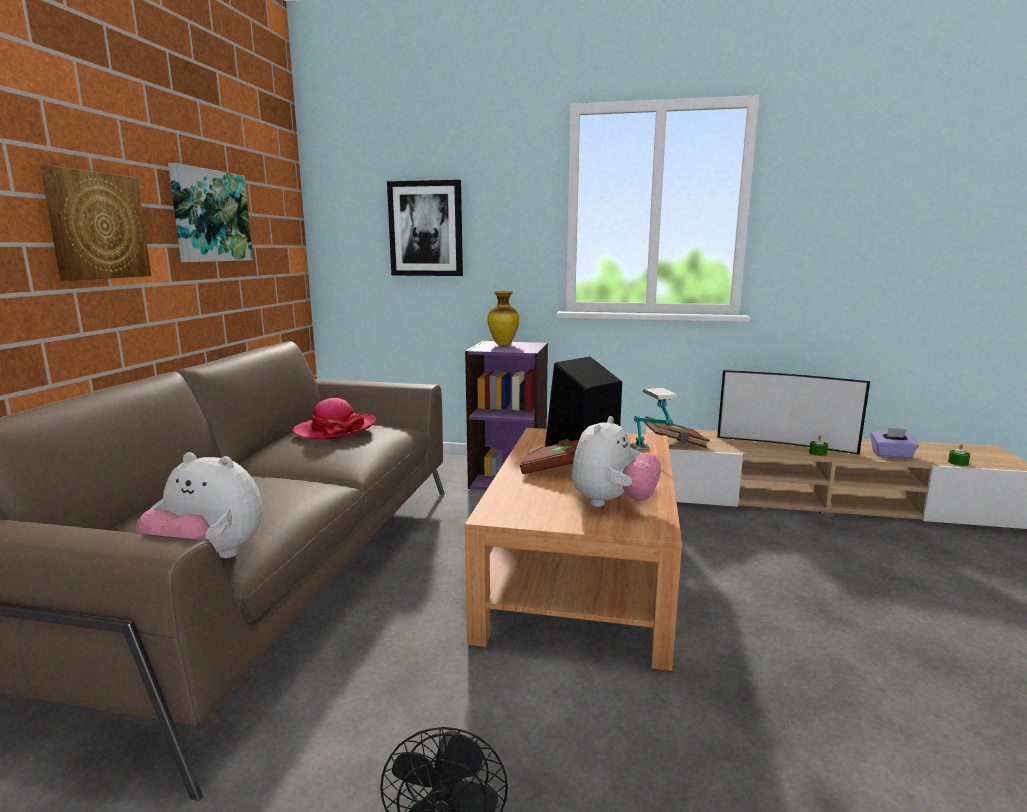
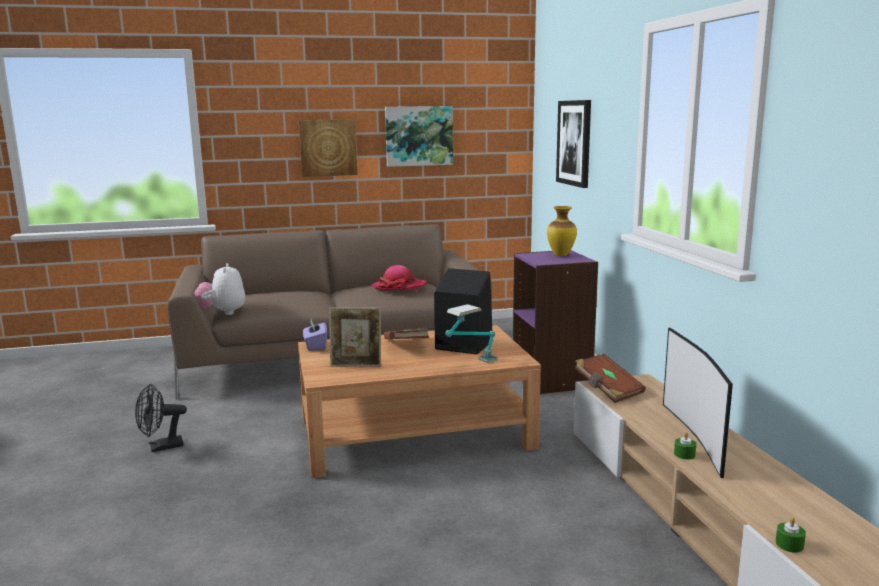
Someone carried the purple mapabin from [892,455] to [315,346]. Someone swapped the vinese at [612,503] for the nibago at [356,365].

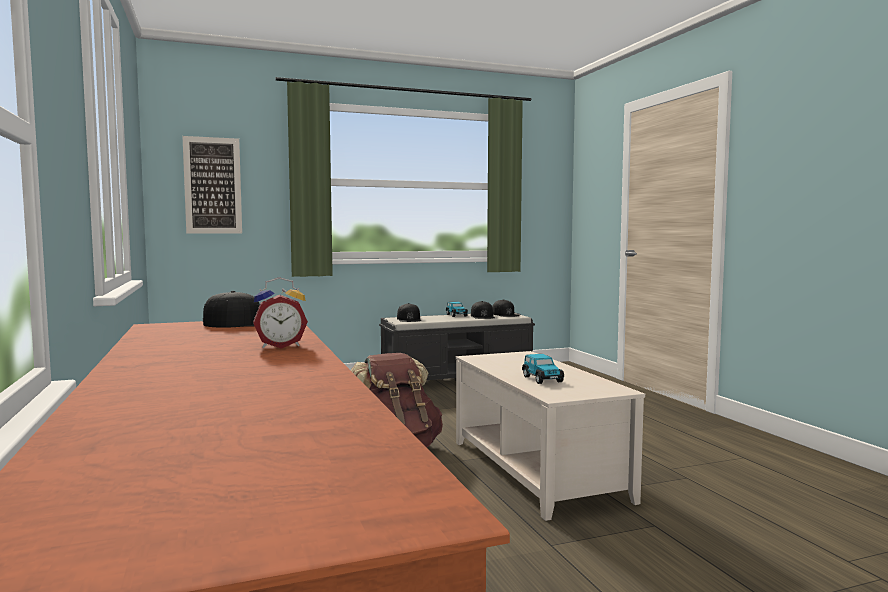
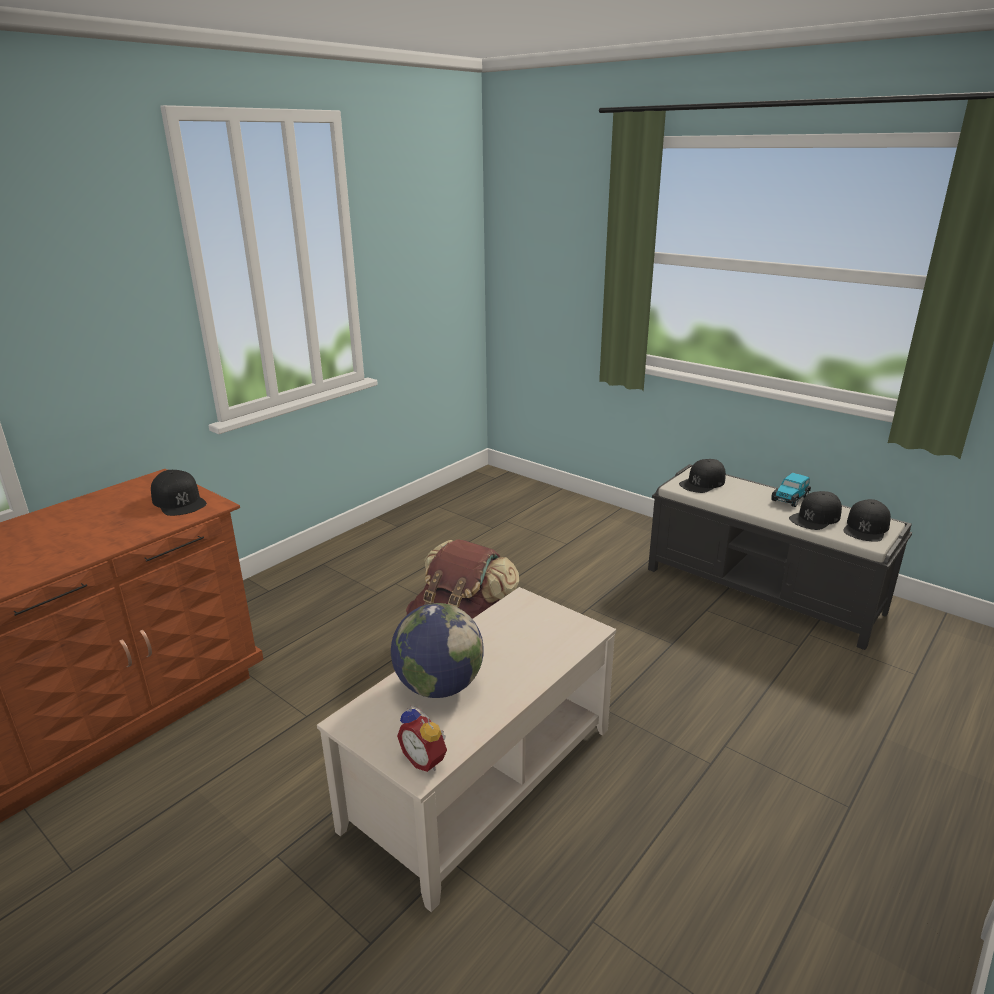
Someone swapped the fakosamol at [542,379] for the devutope at [439,686]. Someone carried the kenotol from [280,346] to [426,760]. Someone took away the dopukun at [213,185].

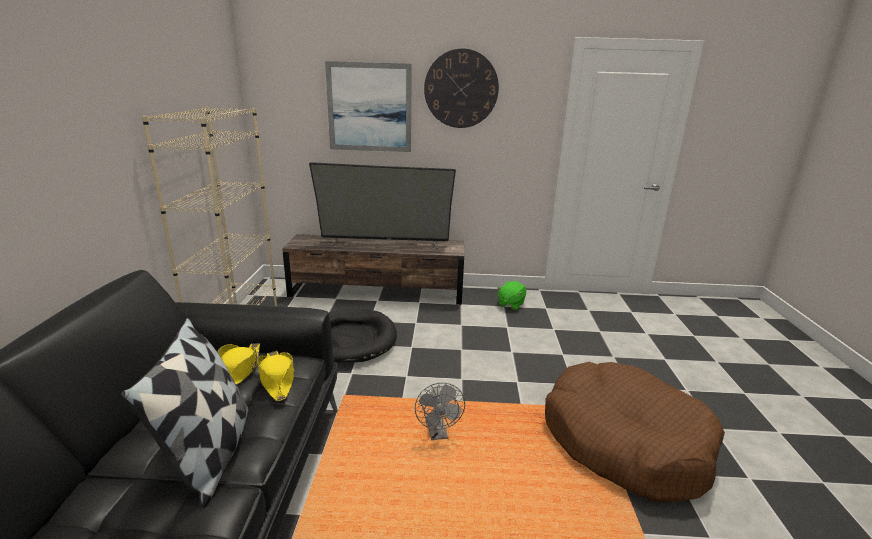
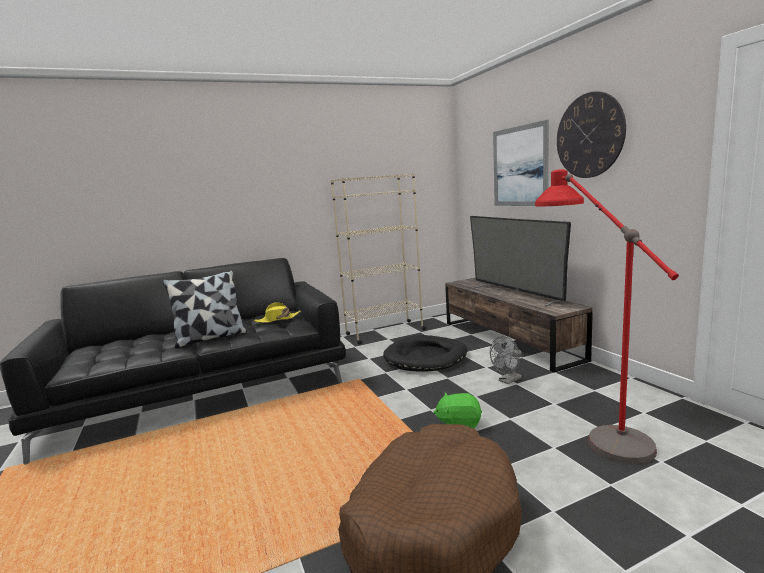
Someone carried the green vinese from [510,304] to [459,424]. Someone carried the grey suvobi from [438,434] to [508,381]. Someone put down the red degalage at [592,423]. Someone took away the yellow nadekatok at [277,380].

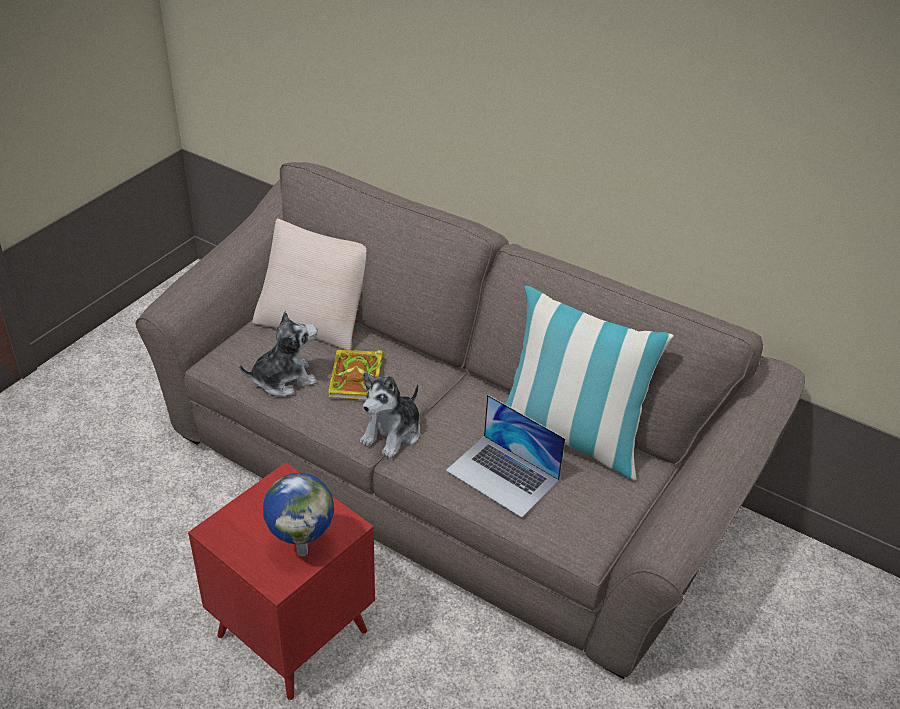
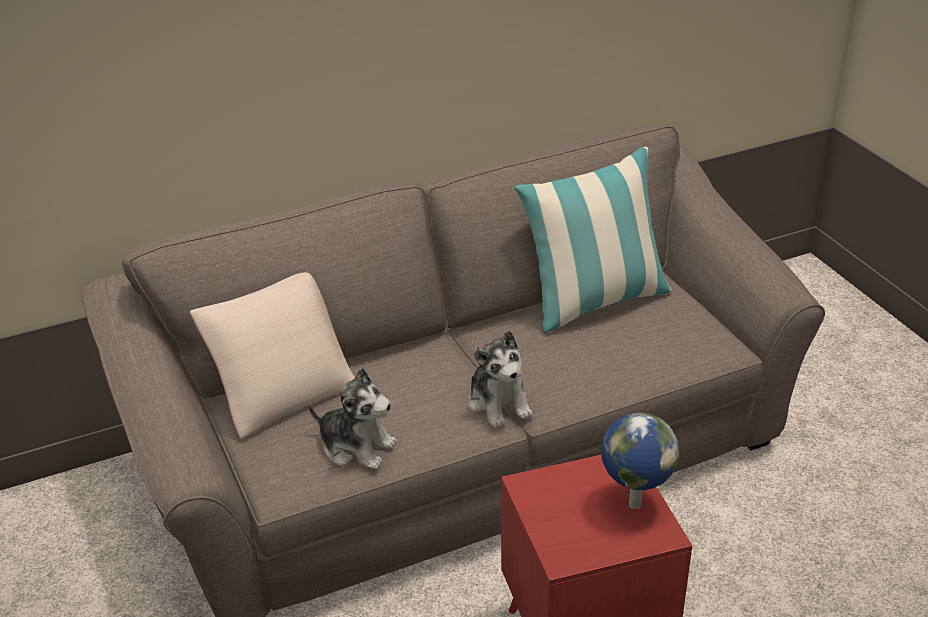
Someone rotated the vinese at [284,379] by 105 degrees clockwise. Someone took away the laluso at [357,379]. Someone took away the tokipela at [503,475].

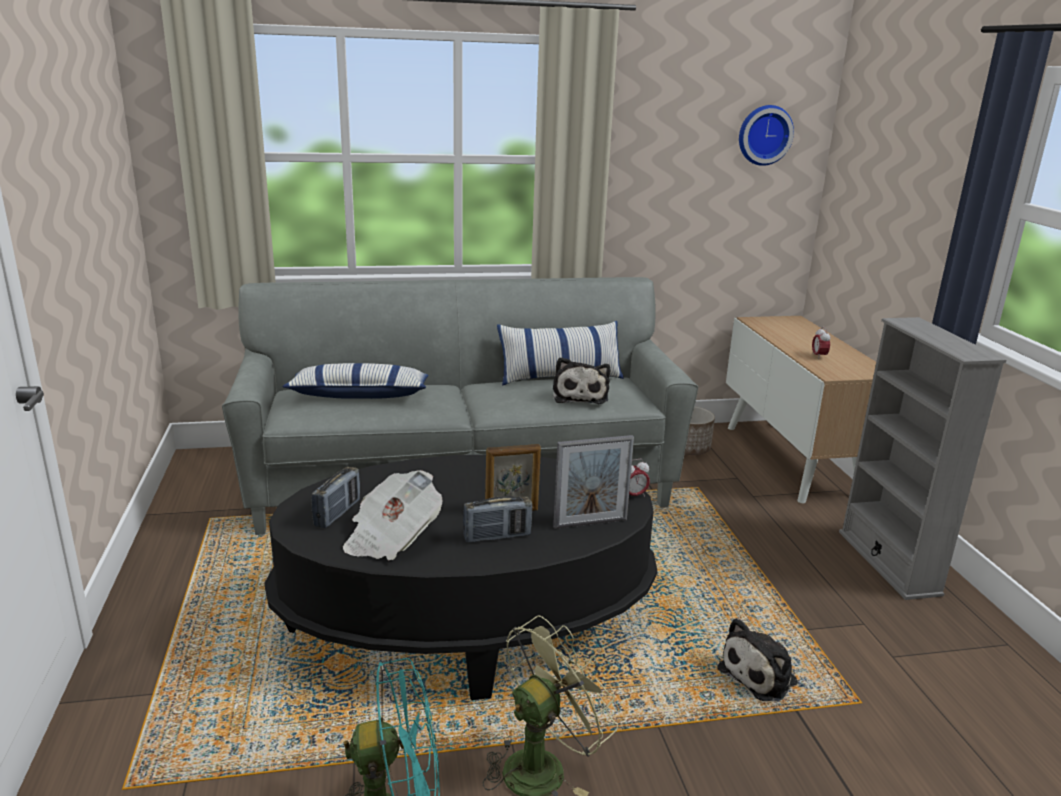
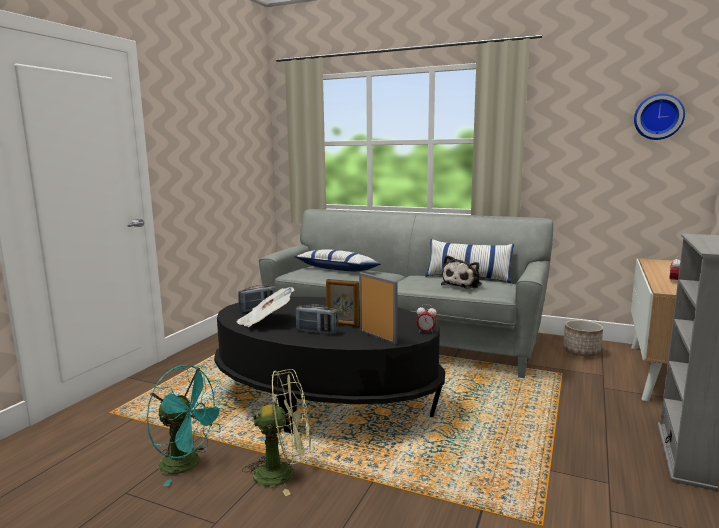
Someone rotated the nibago at [590,523] by 150 degrees counterclockwise. Someone took away the vinese at [761,675].

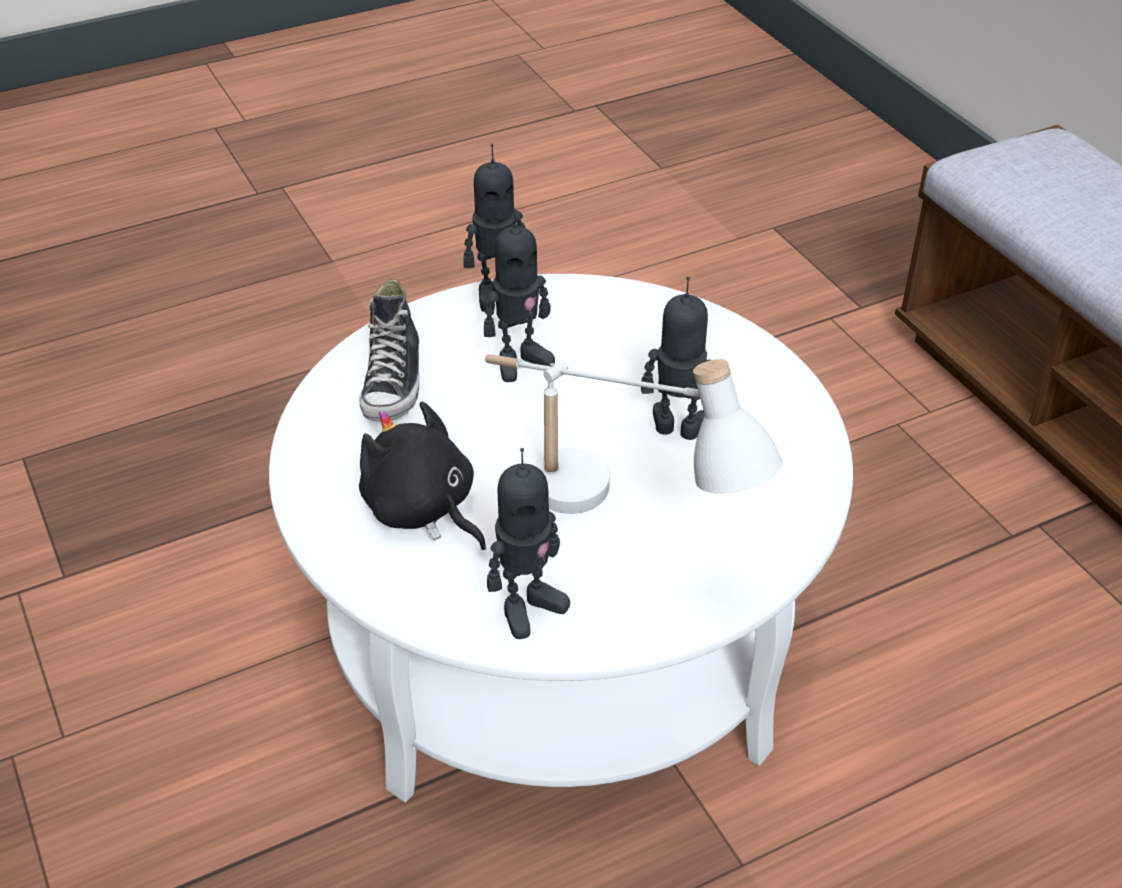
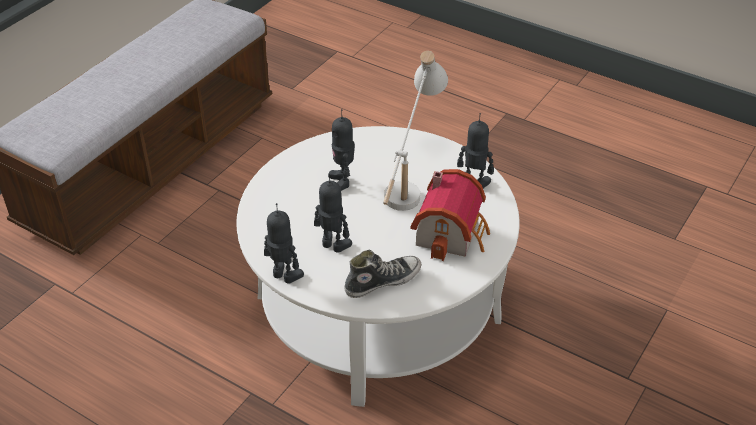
Someone swapped the black vinese at [422,510] for the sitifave at [452,233].

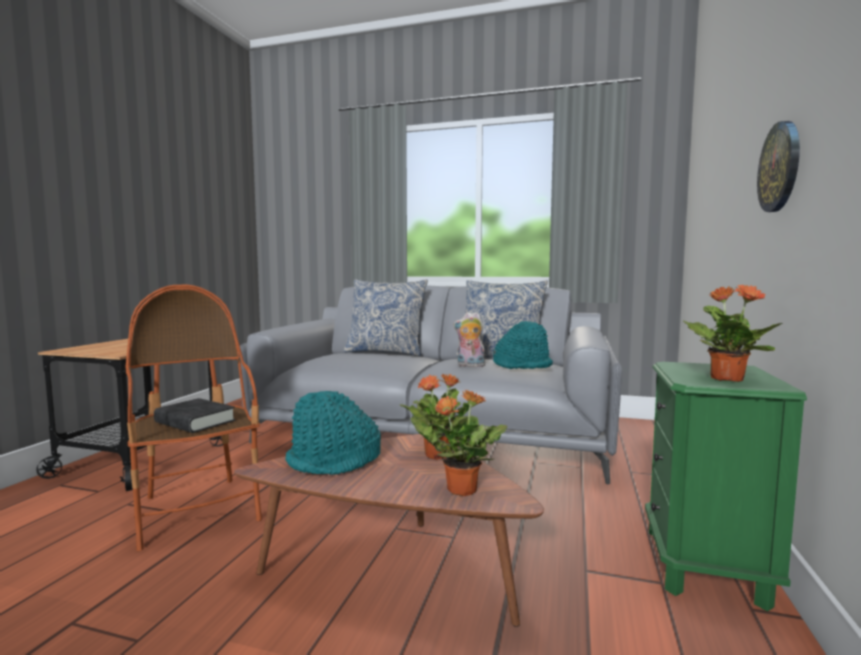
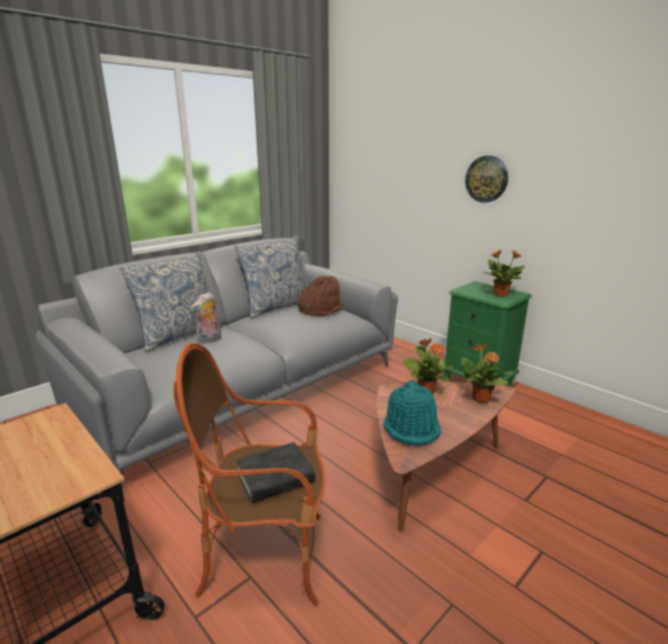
Someone carried the vinese from [470,365] to [209,340]. Someone repainted the turquoise nadekatok at [522,365], which became the brown nadekatok at [320,310].

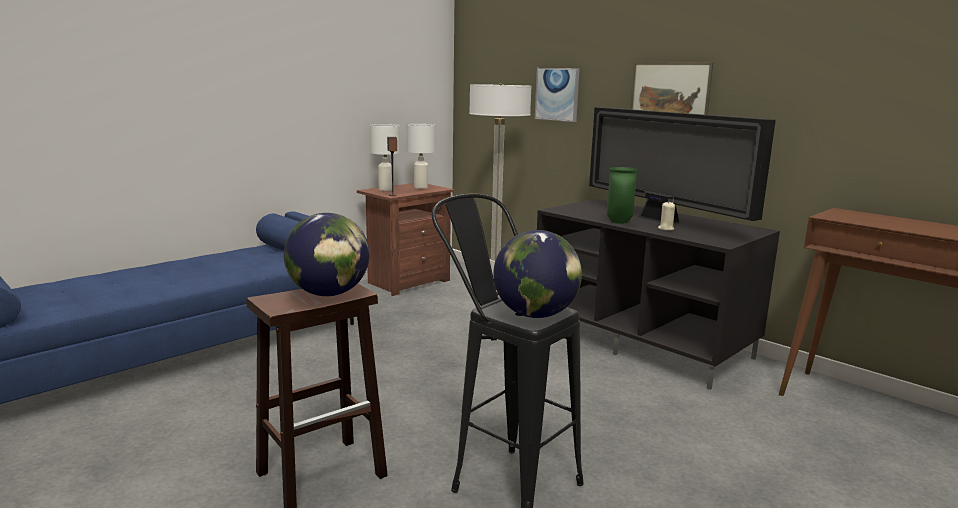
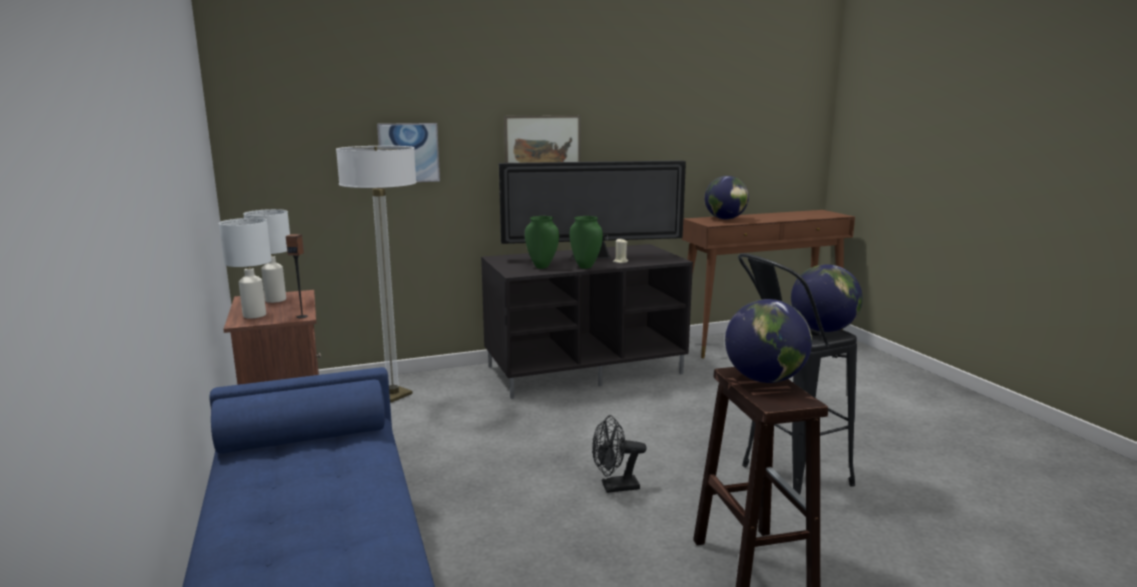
Someone put down the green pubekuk at [541,267]. Someone put down the black suvobi at [614,487]. Someone put down the devutope at [725,219].

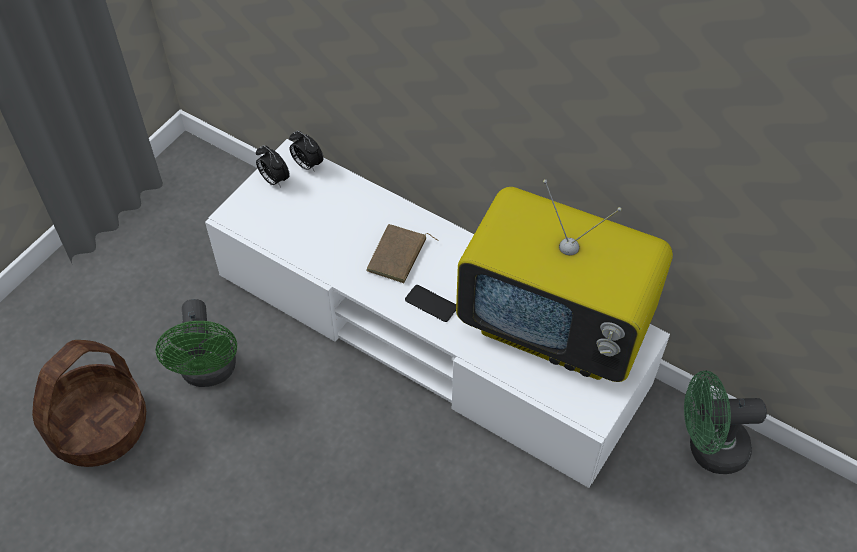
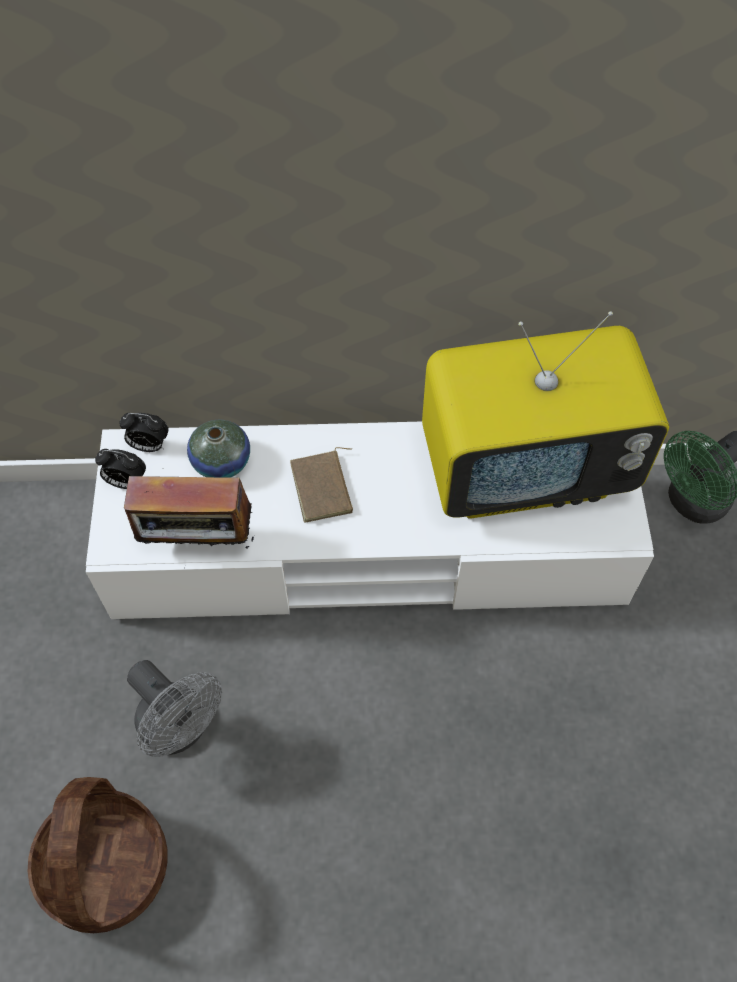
Someone put down the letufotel at [198,541]. Someone repainted the green suvobi at [209,372], which became the grey suvobi at [181,729]. Someone put down the pubekuk at [221,462]. Someone took away the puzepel at [431,303].

